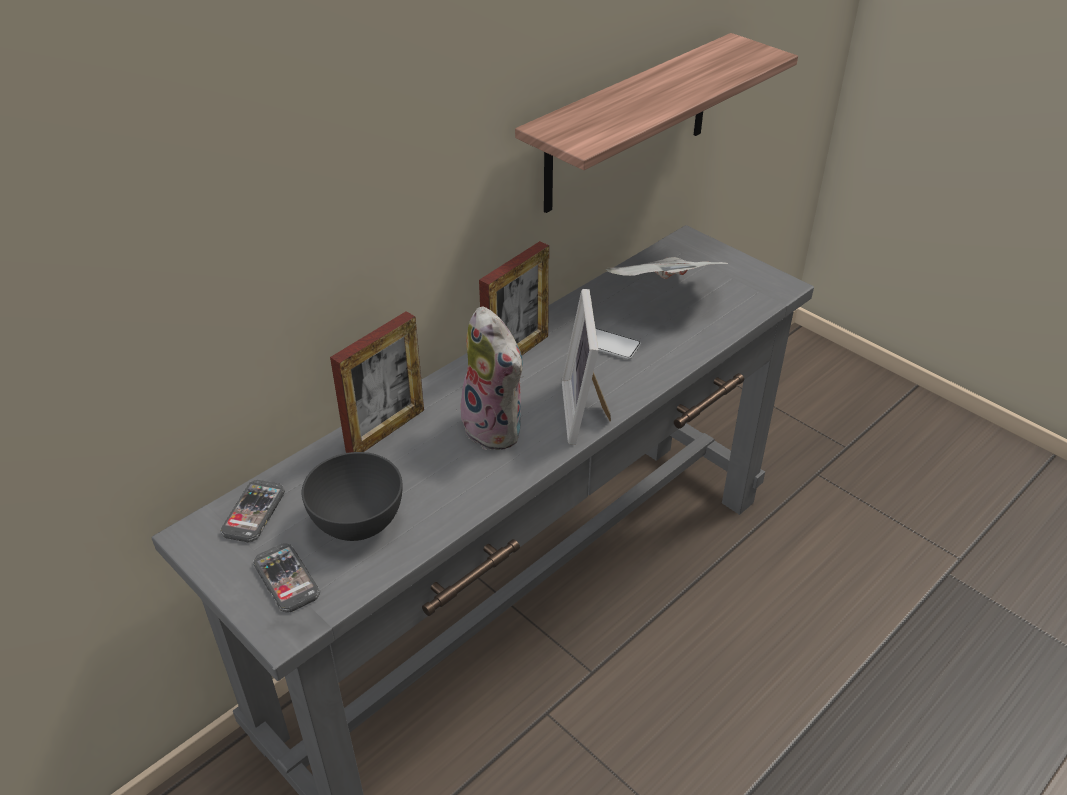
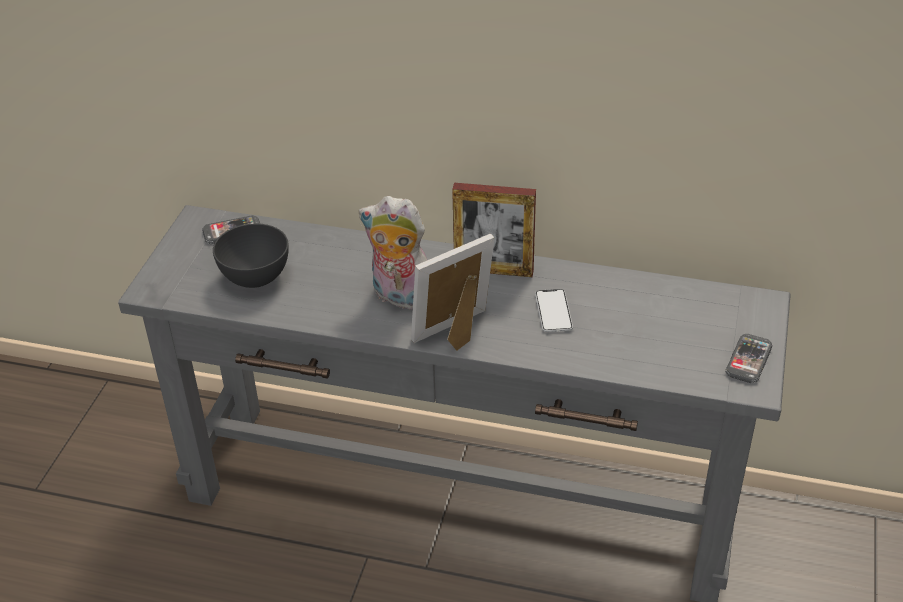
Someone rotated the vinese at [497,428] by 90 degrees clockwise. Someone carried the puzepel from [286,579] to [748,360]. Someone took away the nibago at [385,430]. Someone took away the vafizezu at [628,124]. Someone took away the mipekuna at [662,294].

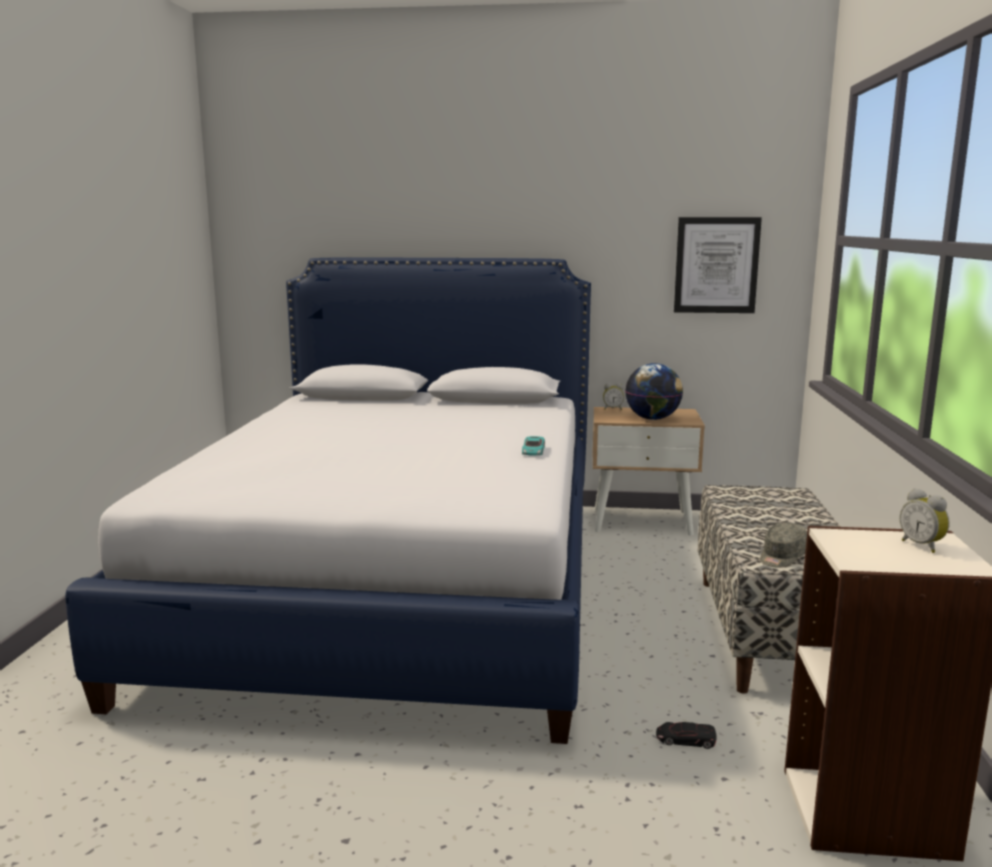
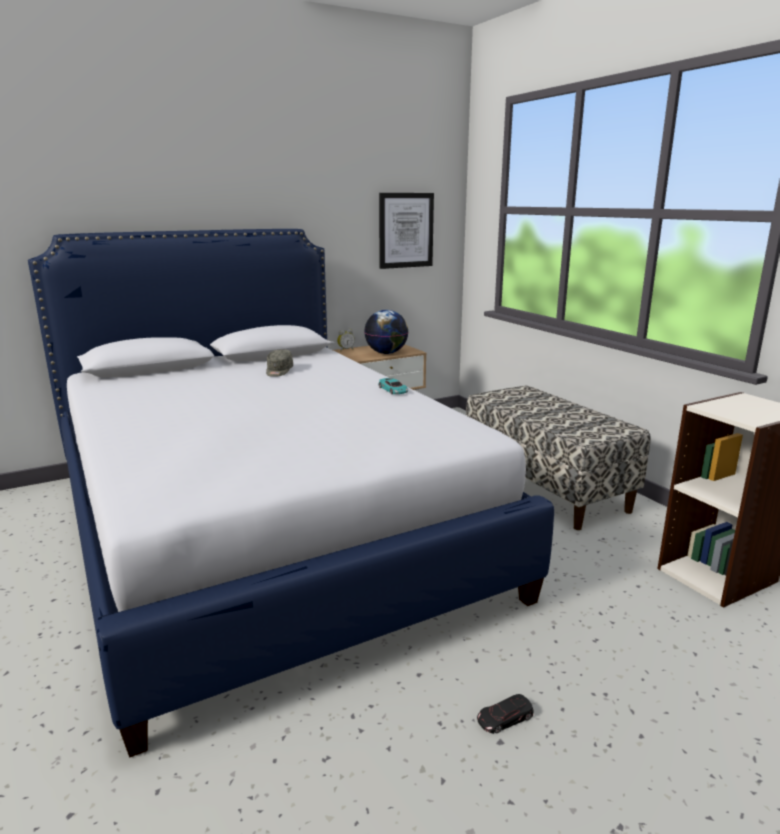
Someone carried the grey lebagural from [781,557] to [279,371]. Someone carried the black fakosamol from [685,739] to [504,718]. Someone took away the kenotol at [922,546].

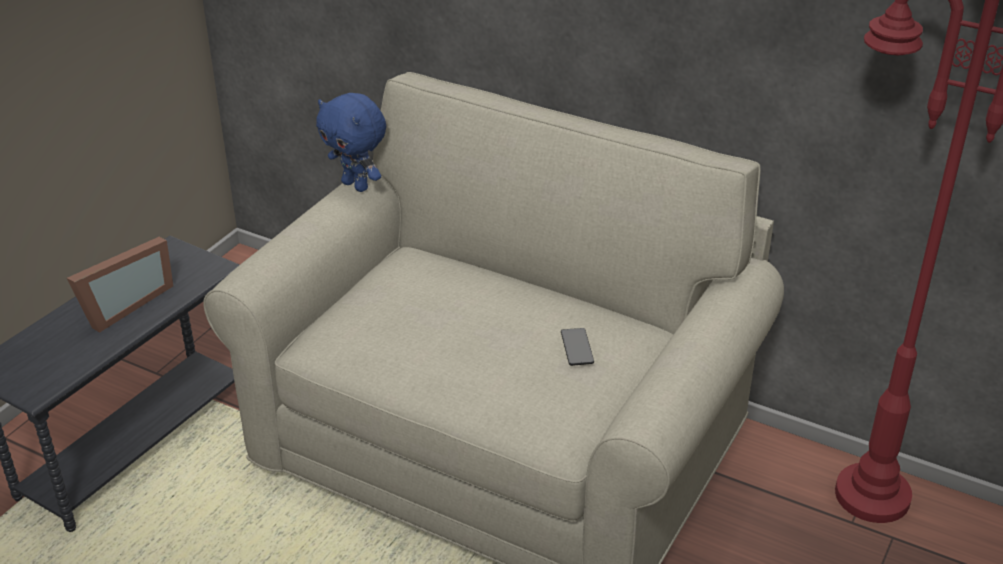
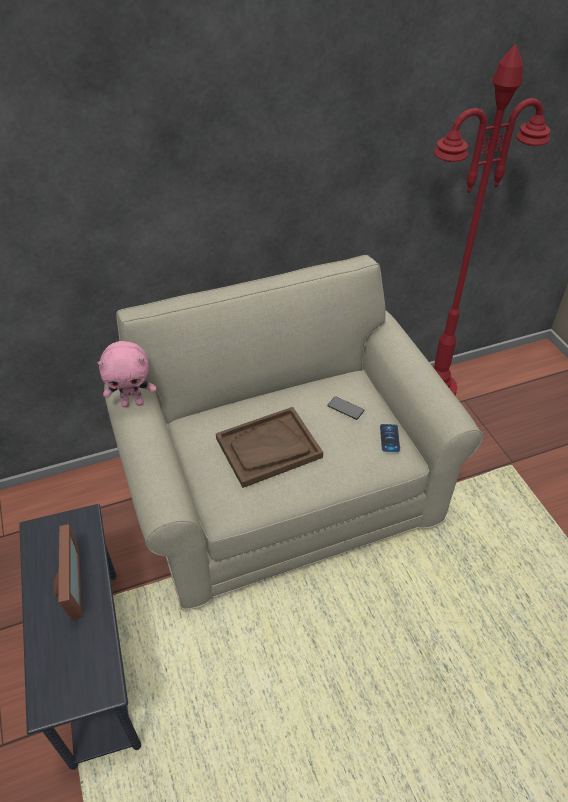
Someone repainted the blue vinese at [356,185], which became the pink vinese at [133,403]. Someone put down the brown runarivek at [268,448]. Someone put down the puzepel at [389,438].

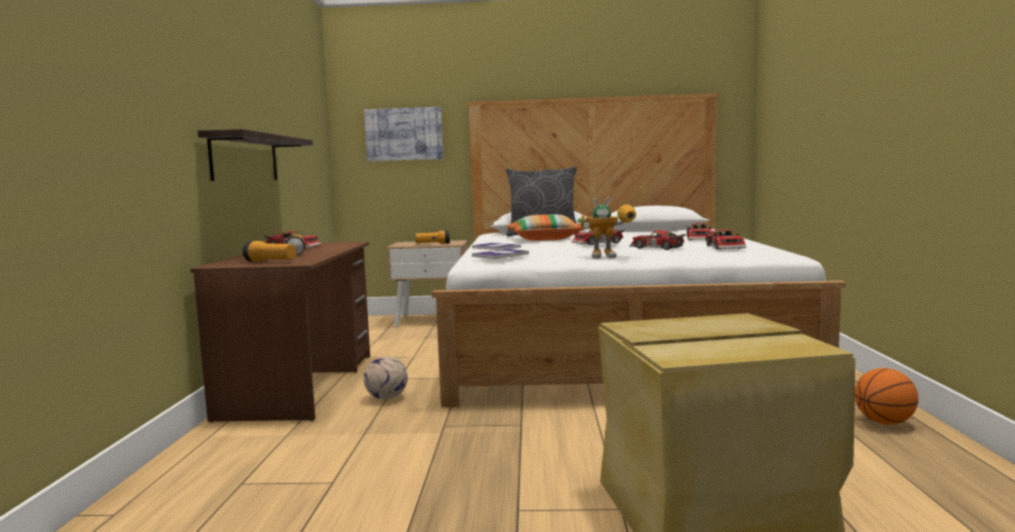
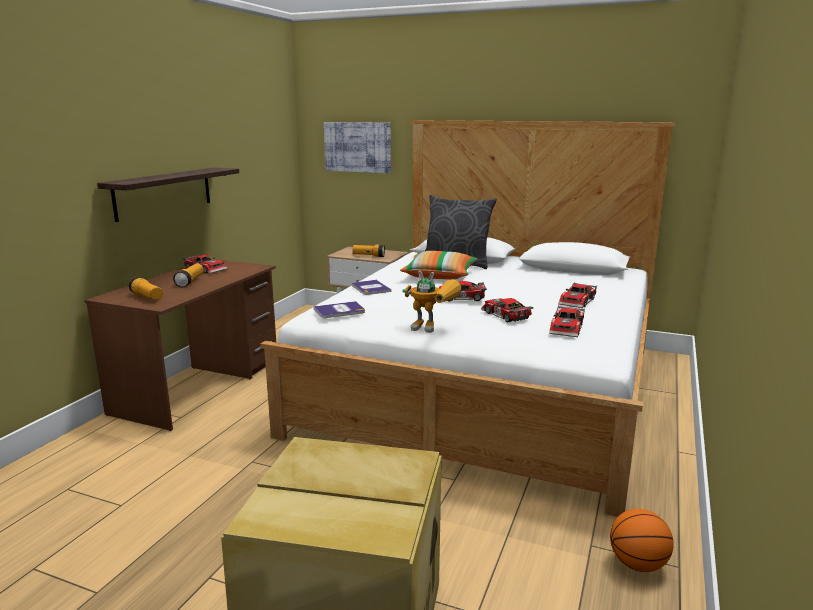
Someone took away the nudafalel at [386,398].

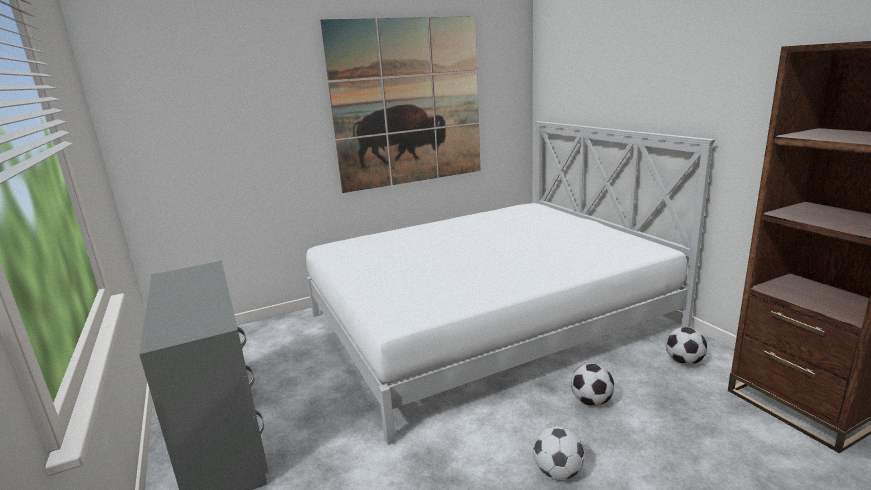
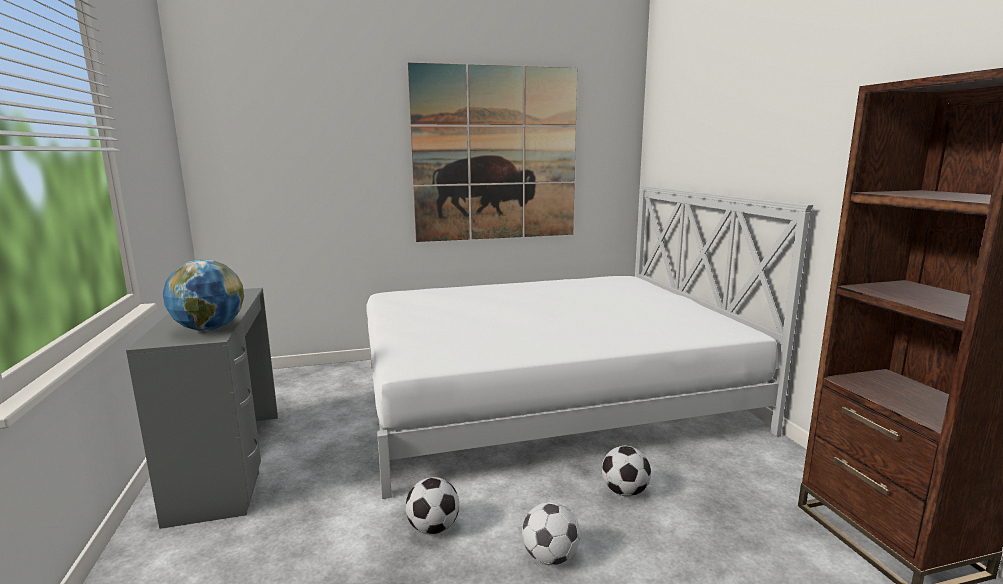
Someone put down the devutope at [209,329]. Someone carried the nudafalel from [683,361] to [433,528].

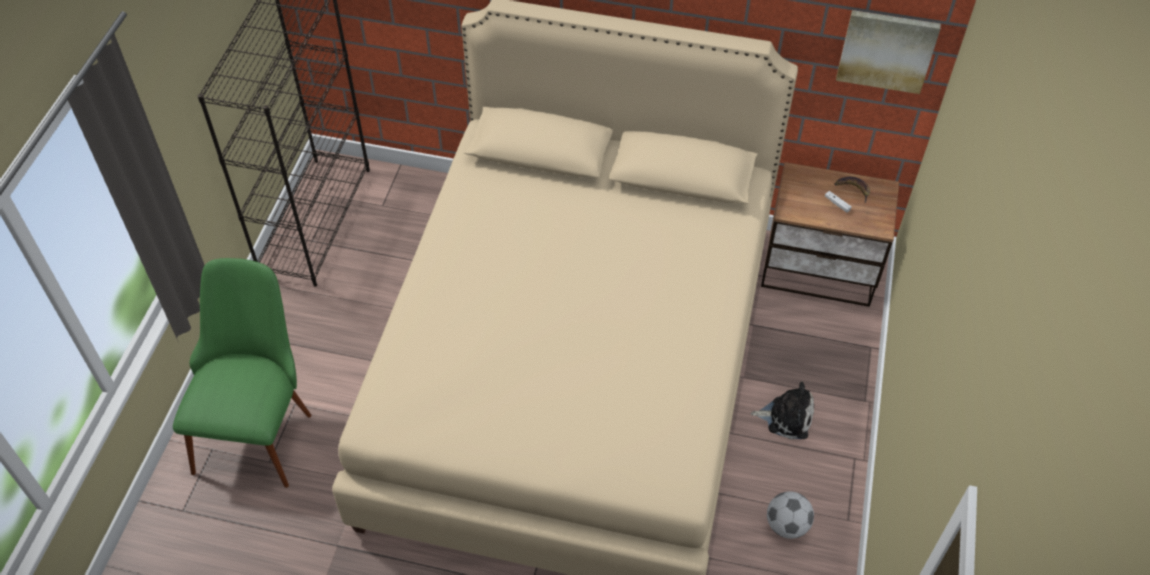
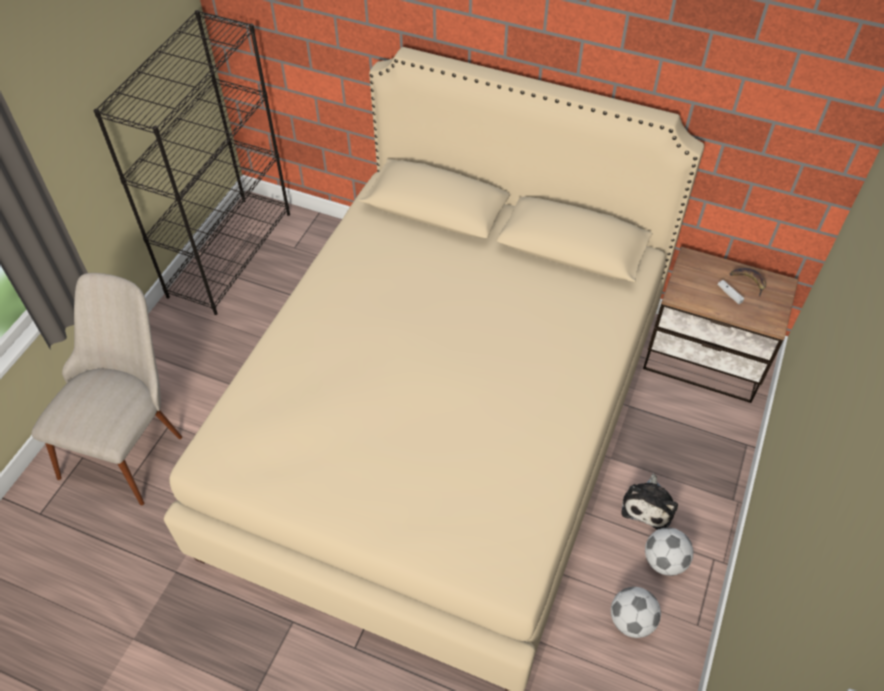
Someone repainted the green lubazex at [258,425], which became the beige lubazex at [131,440]. Someone rotated the vinese at [786,417] by 90 degrees clockwise. Someone put down the nudafalel at [664,561]. Someone took away the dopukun at [887,50].

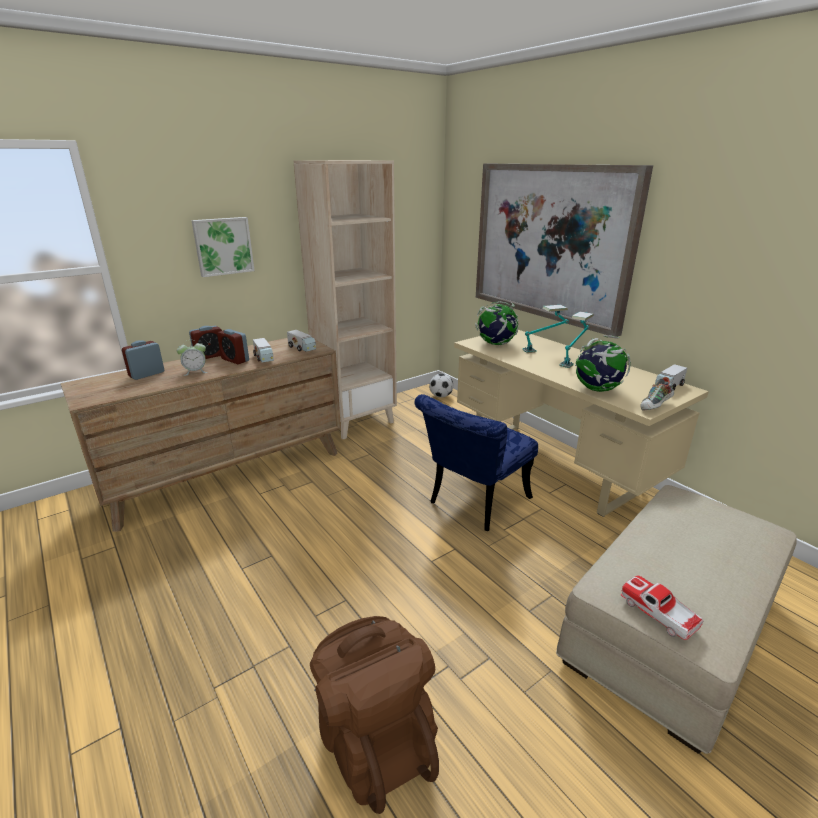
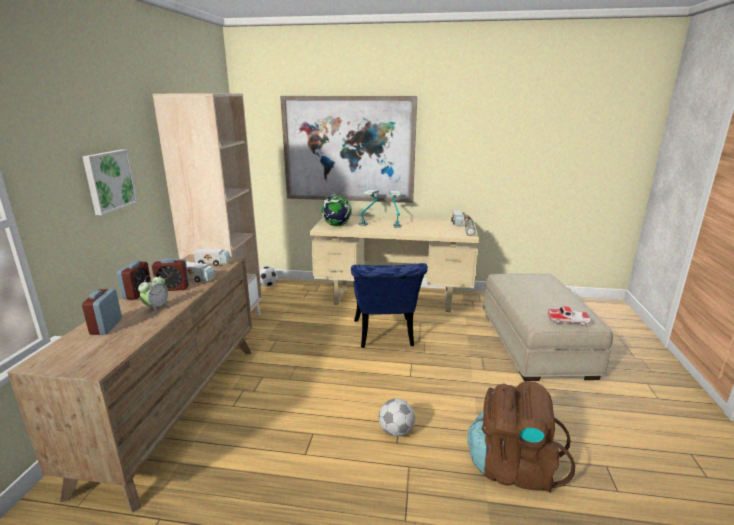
Someone put down the nudafalel at [396,431]. Someone took away the devutope at [597,390].

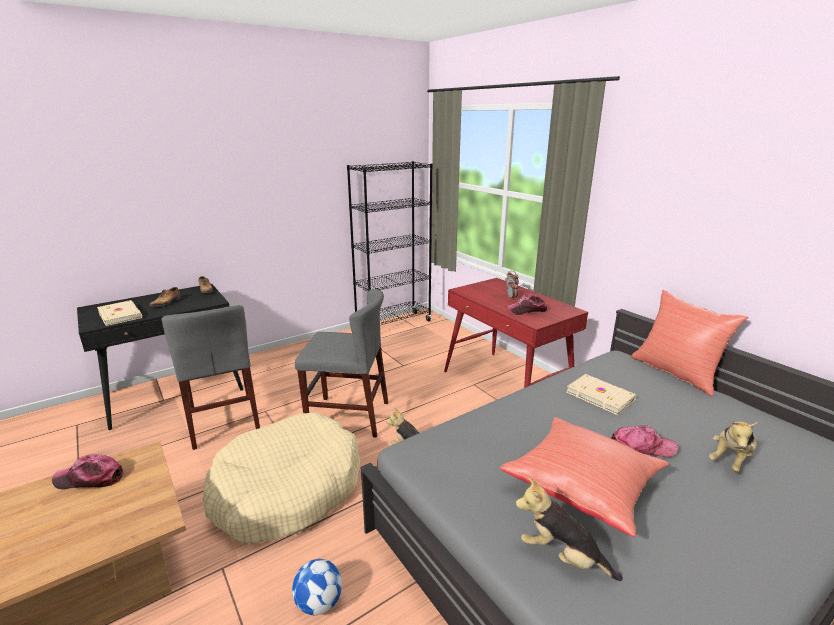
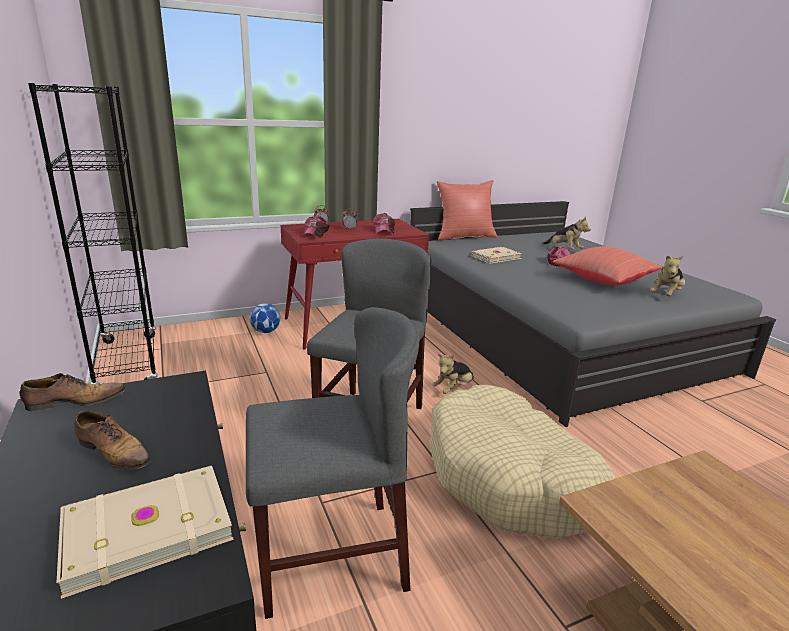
Someone carried the nudafalel from [319,602] to [265,331]. Someone carried the lebagural from [90,479] to [316,233].

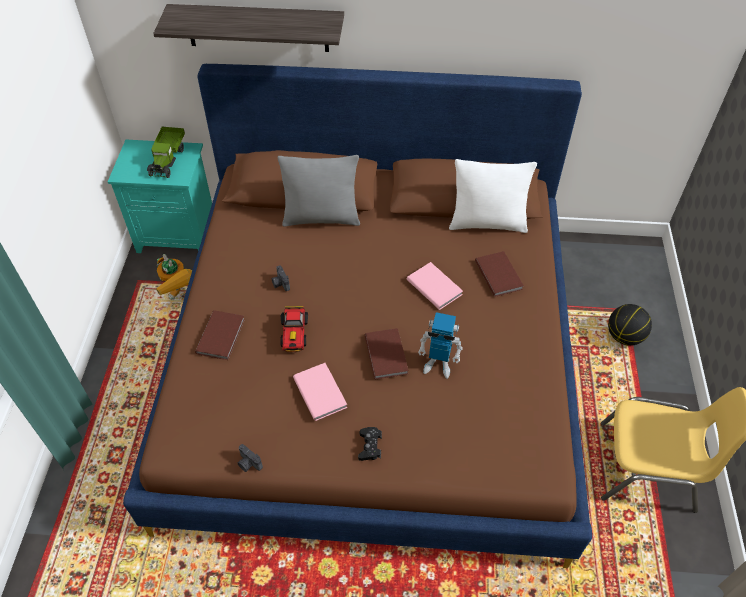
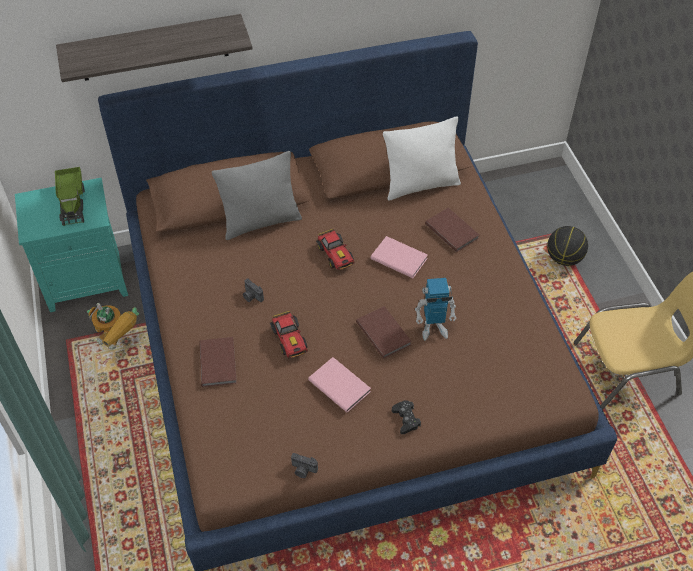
Someone put down the fakosamol at [335,255].

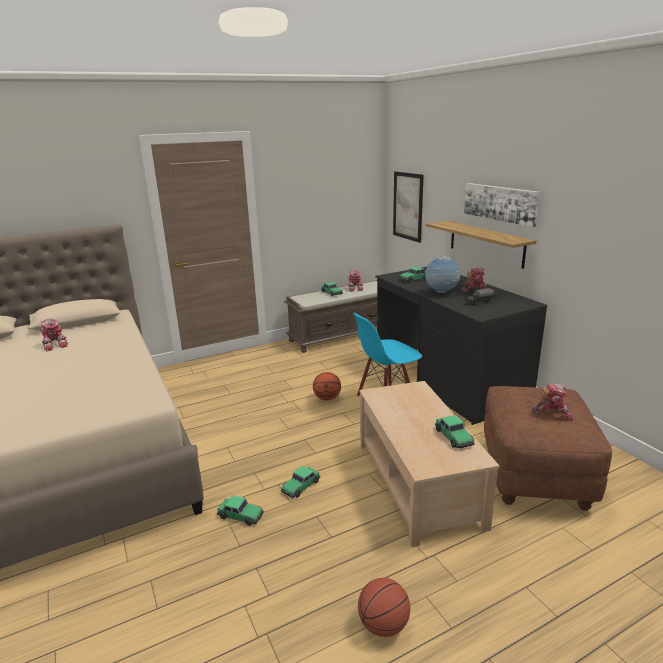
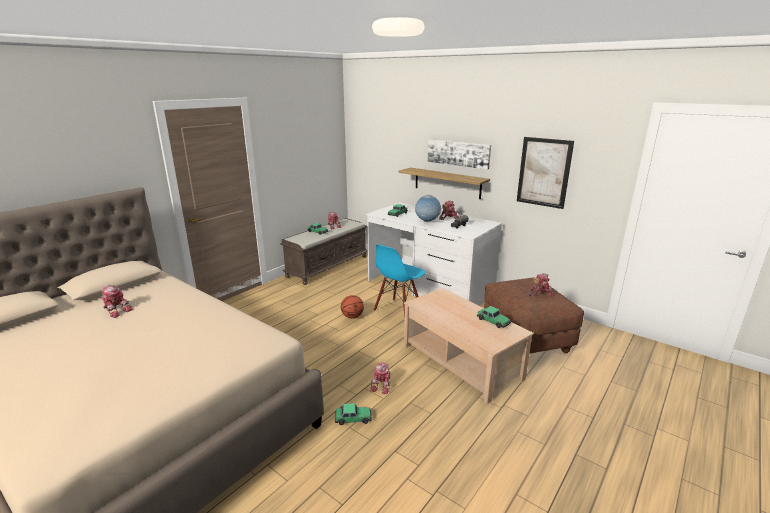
Someone repainted the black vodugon at [447,379], which became the white vodugon at [429,287]. Someone swapped the fakosamol at [300,486] for the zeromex at [382,385]. Someone carried the dopukun from [408,206] to [544,172]. Someone took away the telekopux at [383,625].

